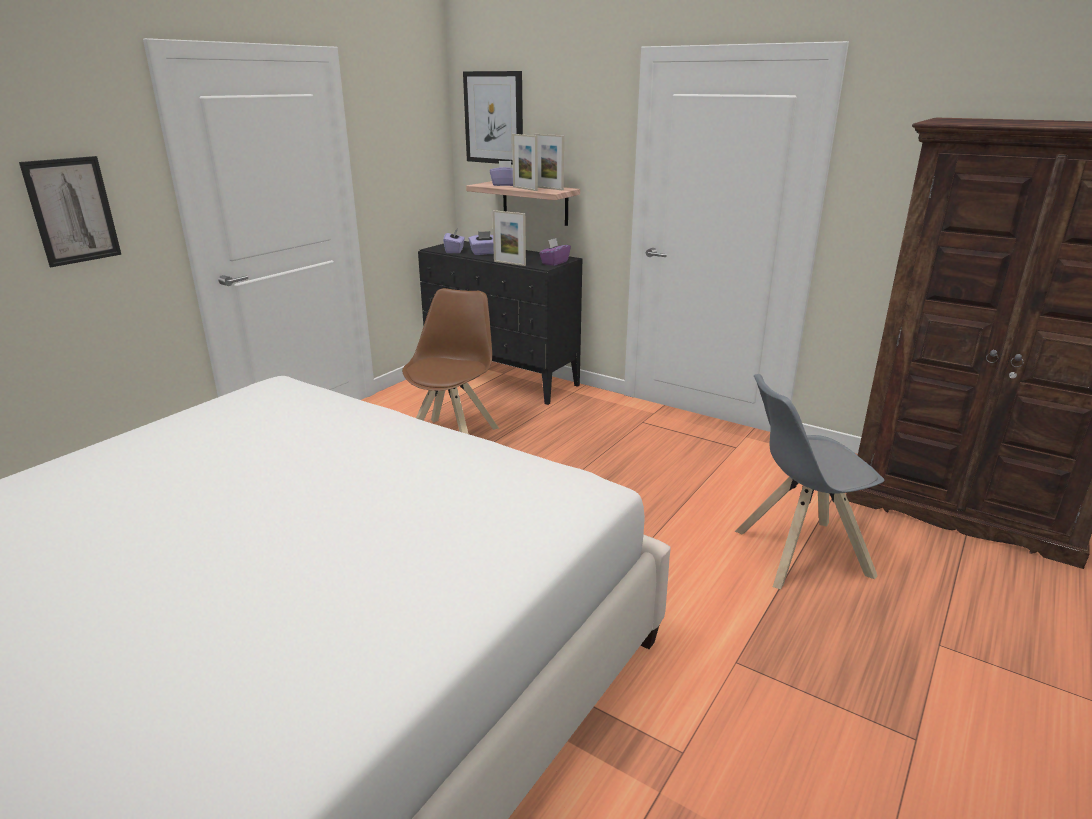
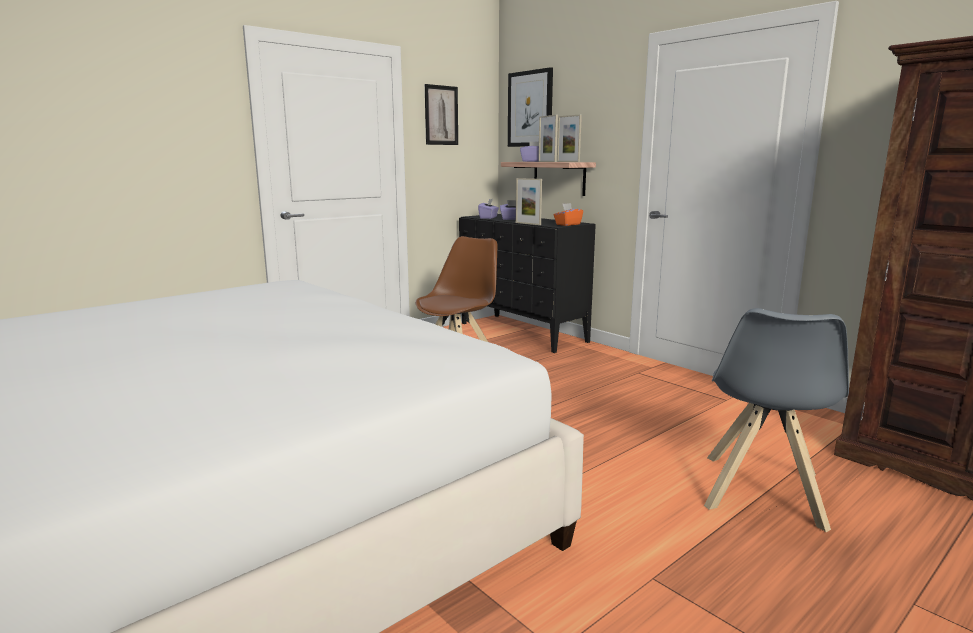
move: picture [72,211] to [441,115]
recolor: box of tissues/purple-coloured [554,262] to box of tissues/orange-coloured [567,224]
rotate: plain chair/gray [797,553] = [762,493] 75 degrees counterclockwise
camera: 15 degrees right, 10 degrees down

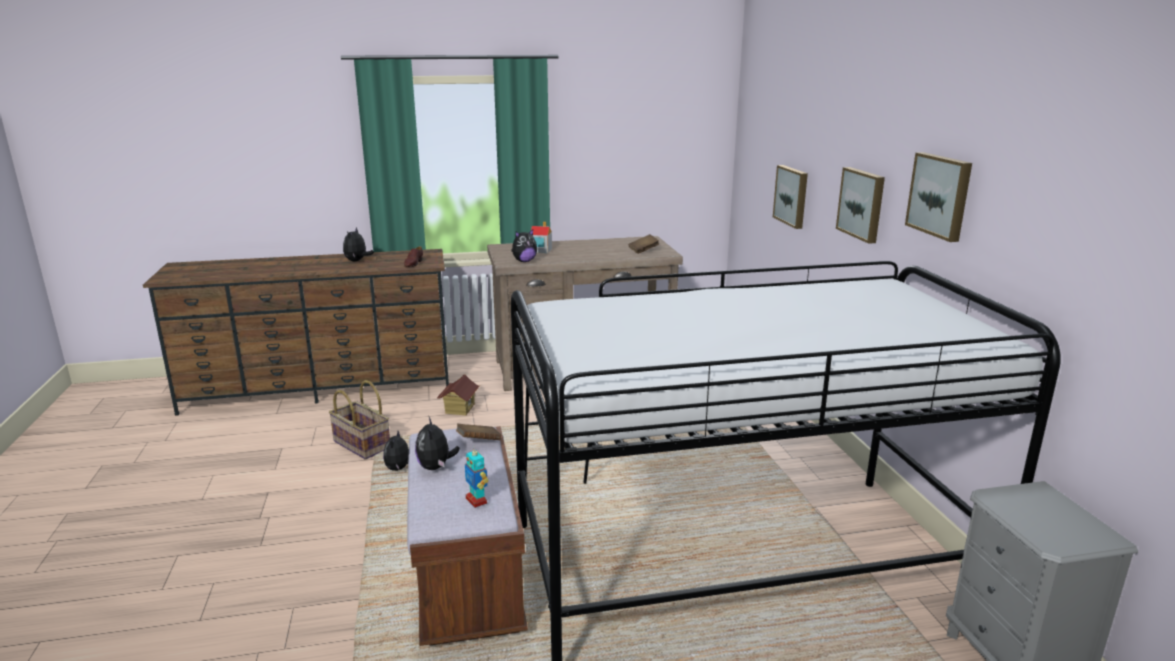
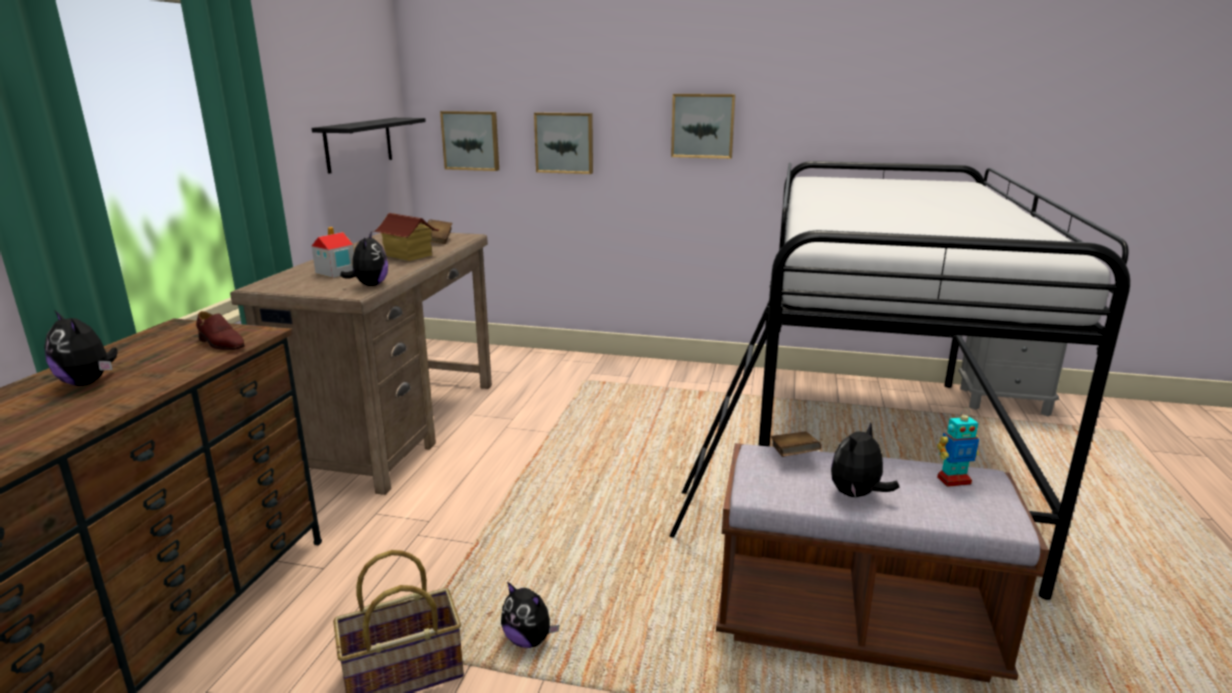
insert: wall shelf/black-coloured [359,144]
move: miniature house [459,408] to [408,256]; picture [940,195] to [471,140]
rotate: cuddly toy [436,467] = [857,495] 120 degrees clockwise
camera: 65 degrees left, 0 degrees up

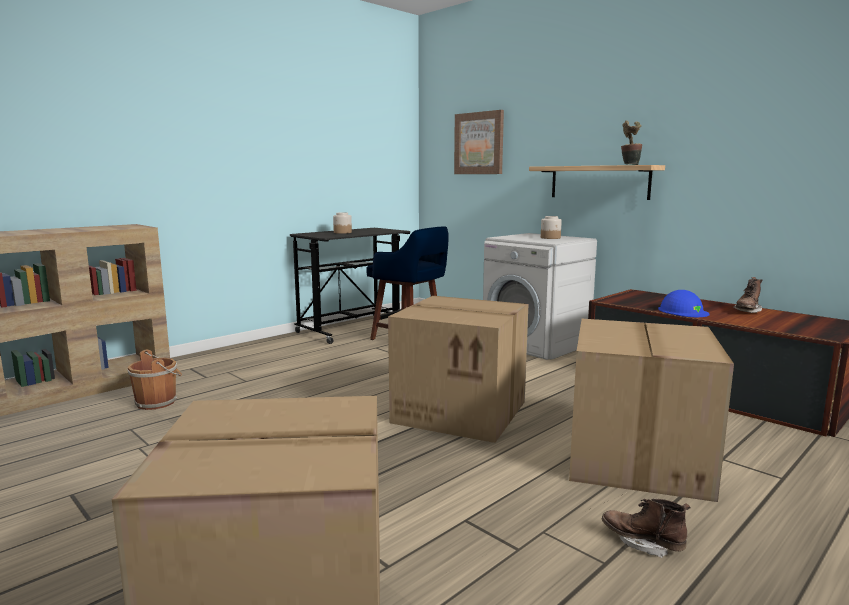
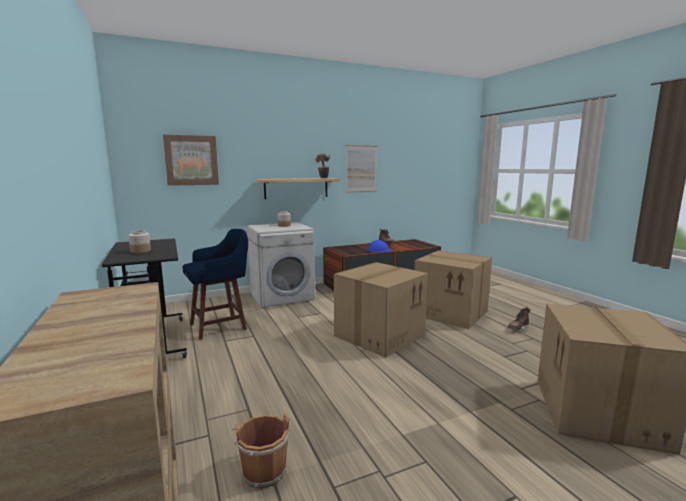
insert: picture [361,169]
camera: 70 degrees left, 0 degrees up

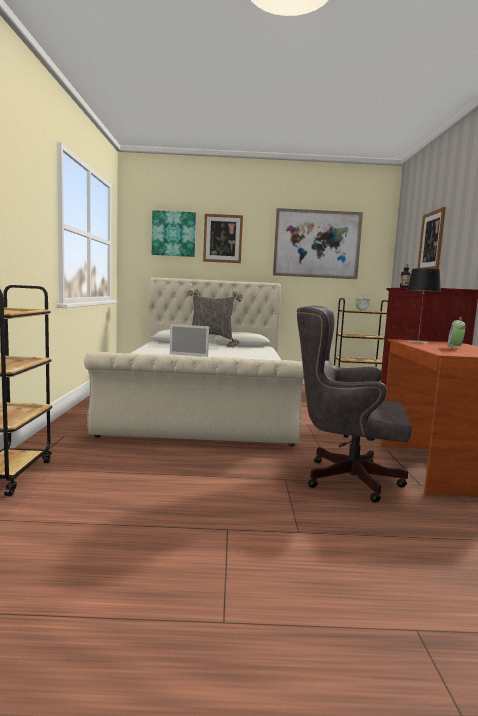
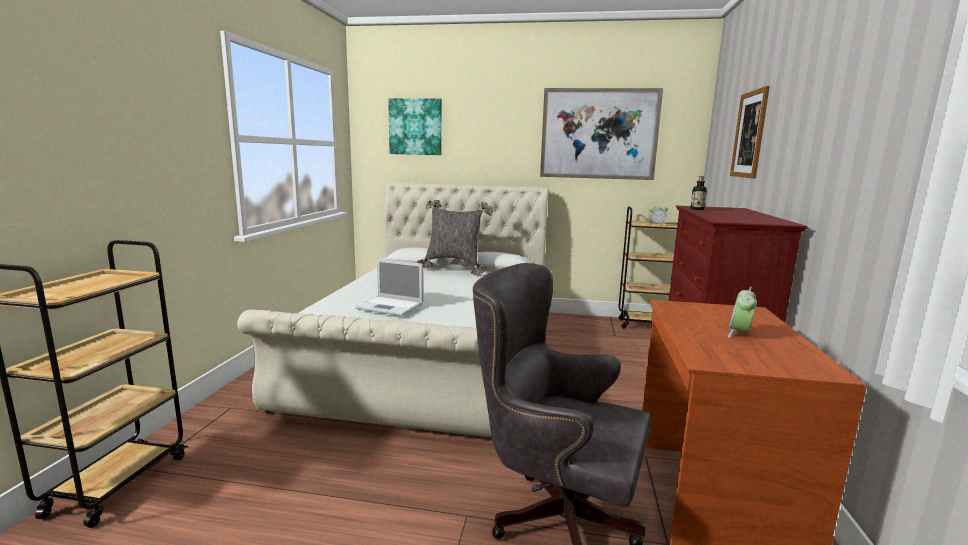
delete: picture [222,238]; table lamp [418,342]
camera: 10 degrees right, 5 degrees up

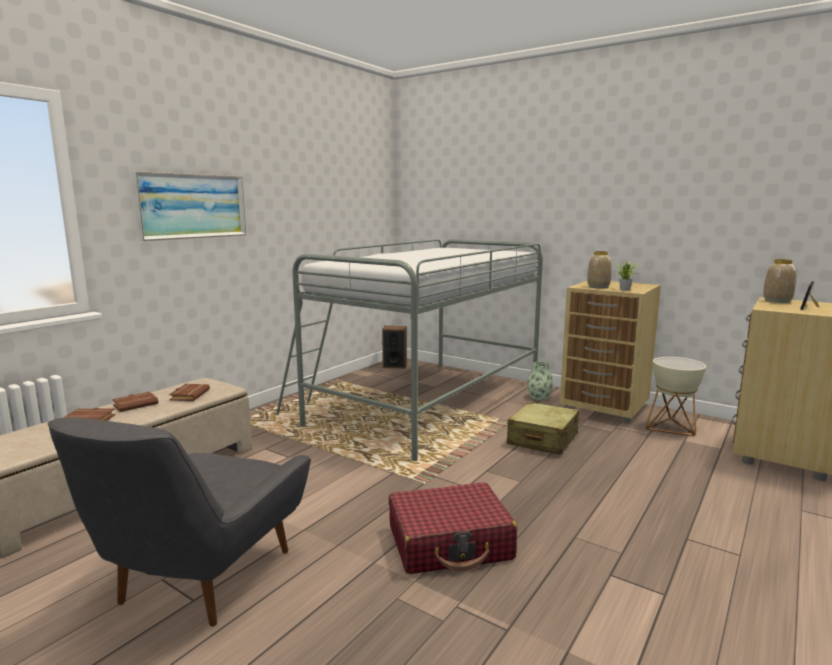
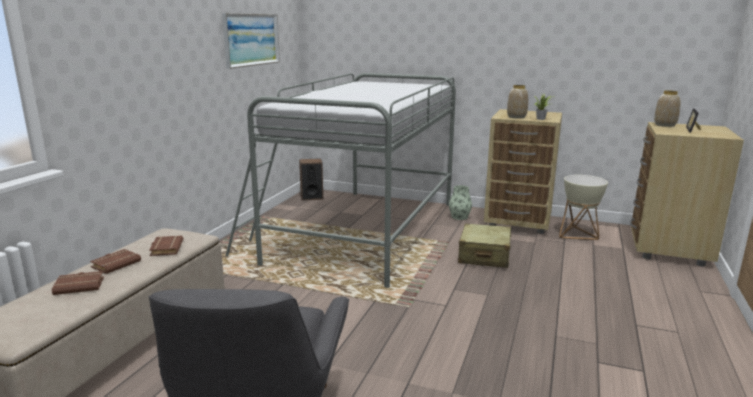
delete: travel case/red [450,543]
move: picture [193,206] to [251,39]
camera: 15 degrees left, 5 degrees up

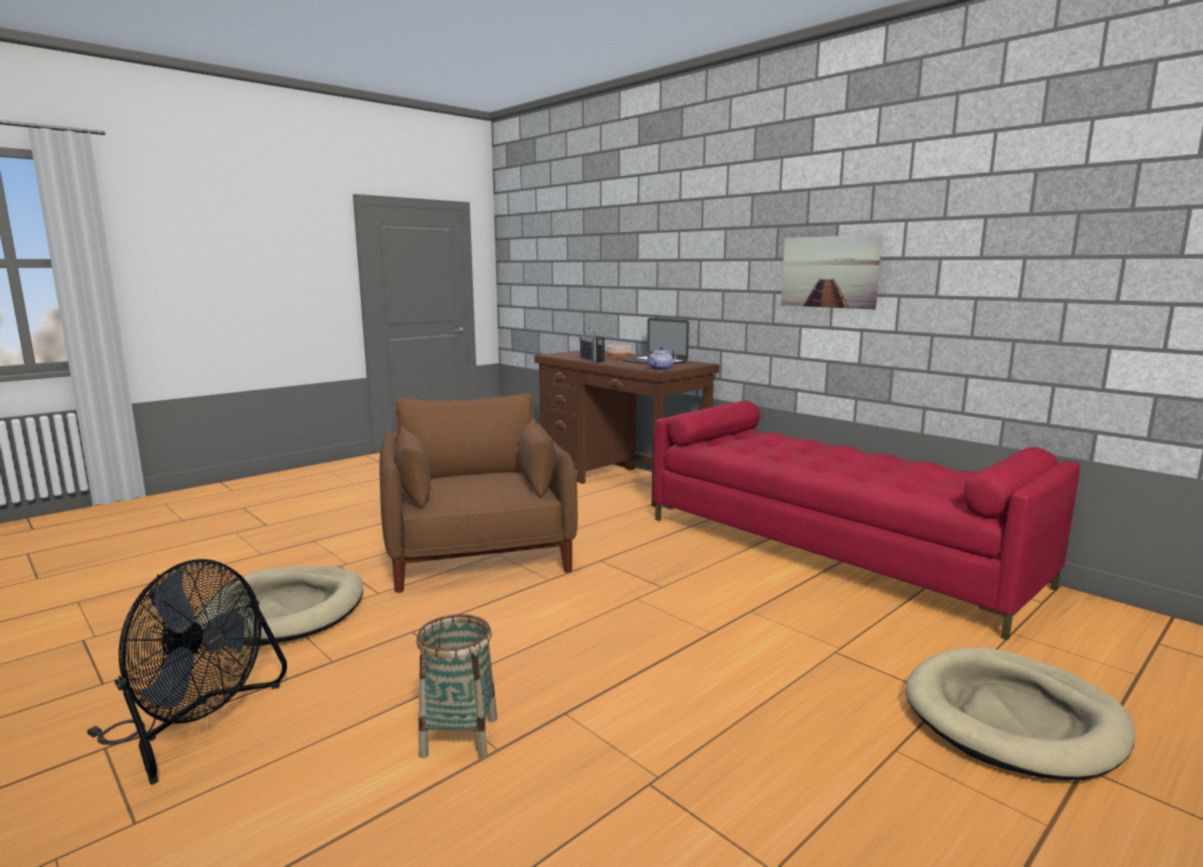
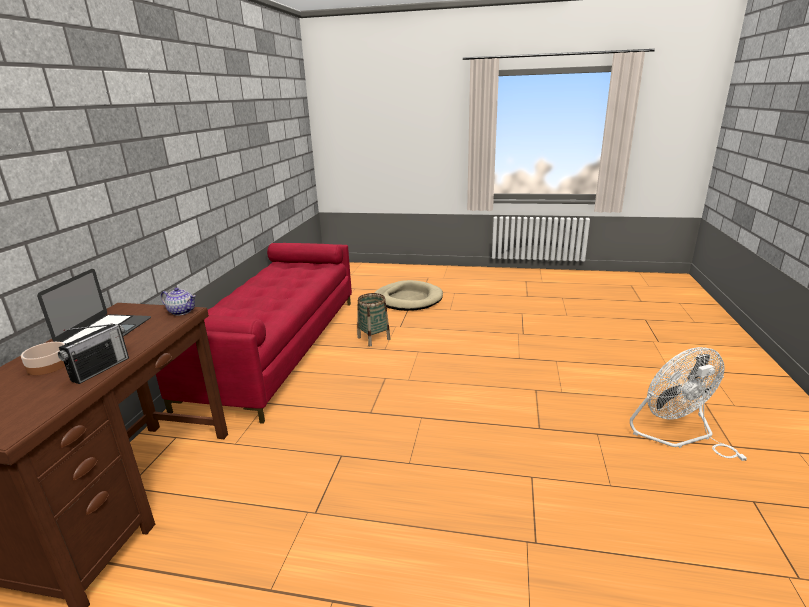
delete: dog cushion/beige-coloured [286,610]; easy chair/brownish [477,551]; picture [829,272]
move: basket [459,736] to [373,338]
recolor: fan/black-coloured [191,727] to fan/white-coloured [685,434]
camera: 125 degrees left, 10 degrees up

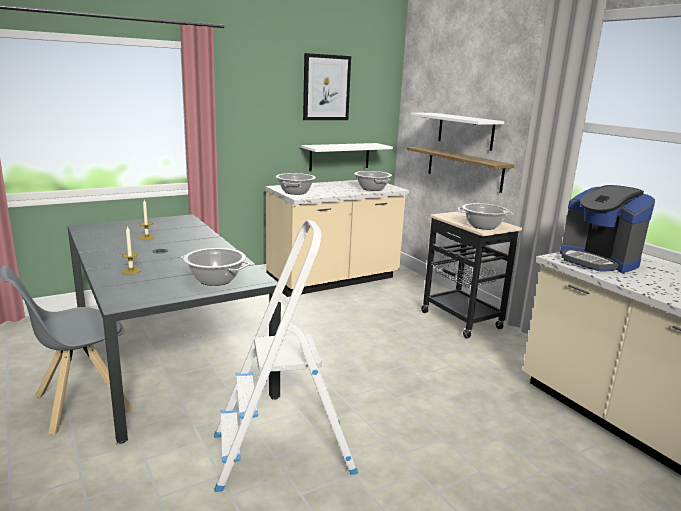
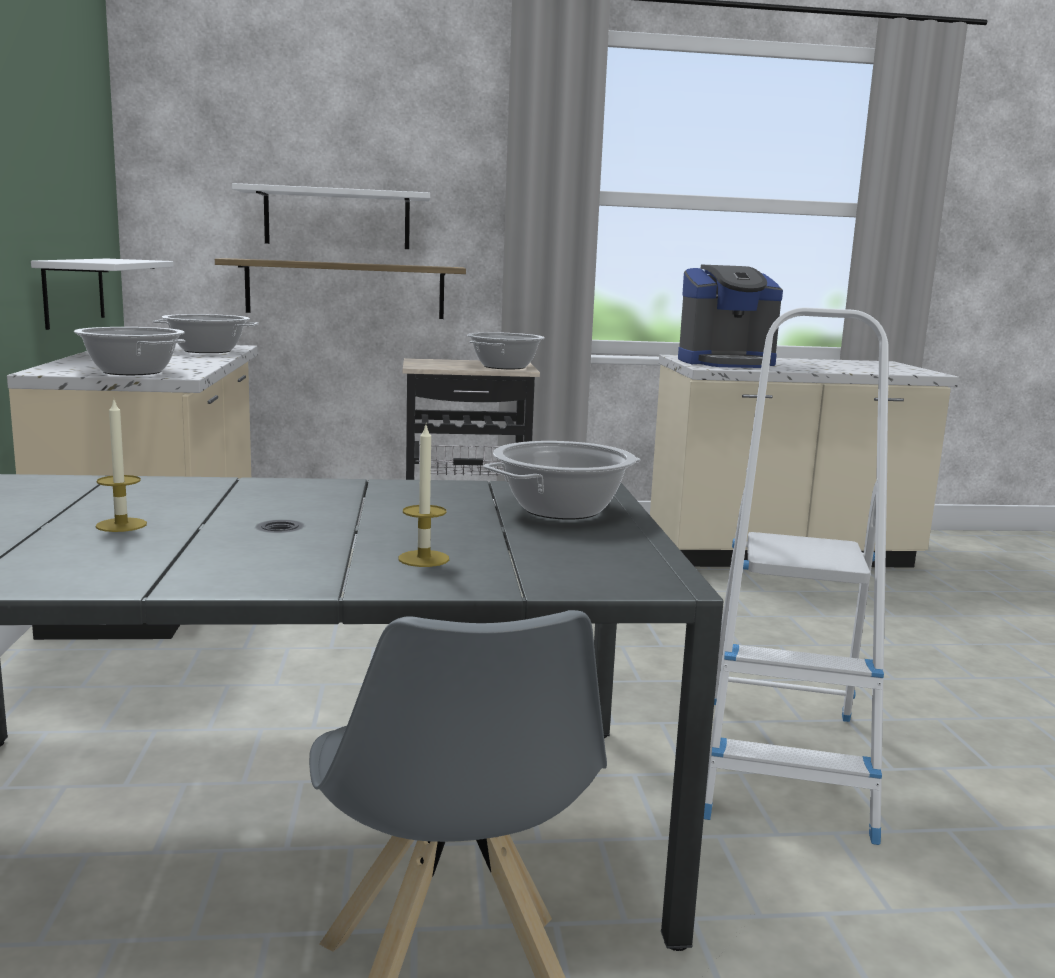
delete: picture [326,87]
camera: 65 degrees left, 5 degrees down

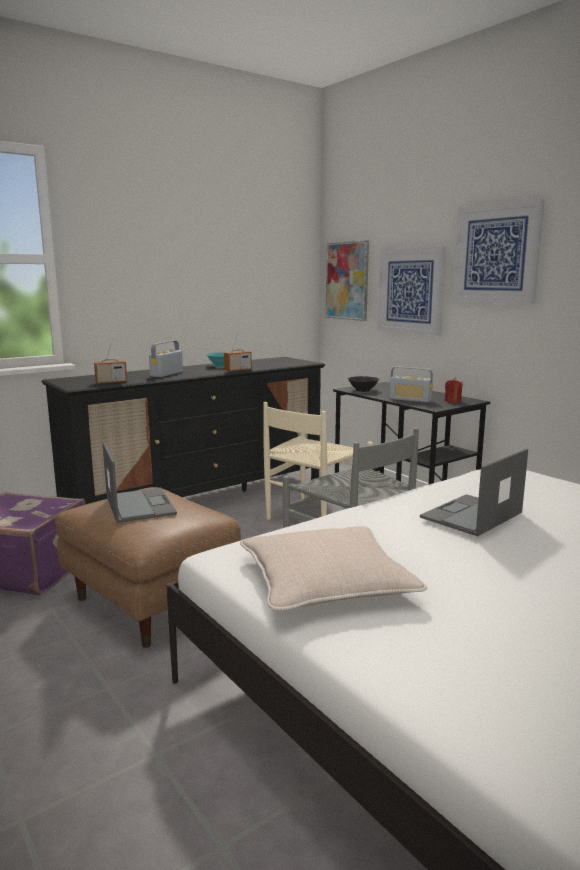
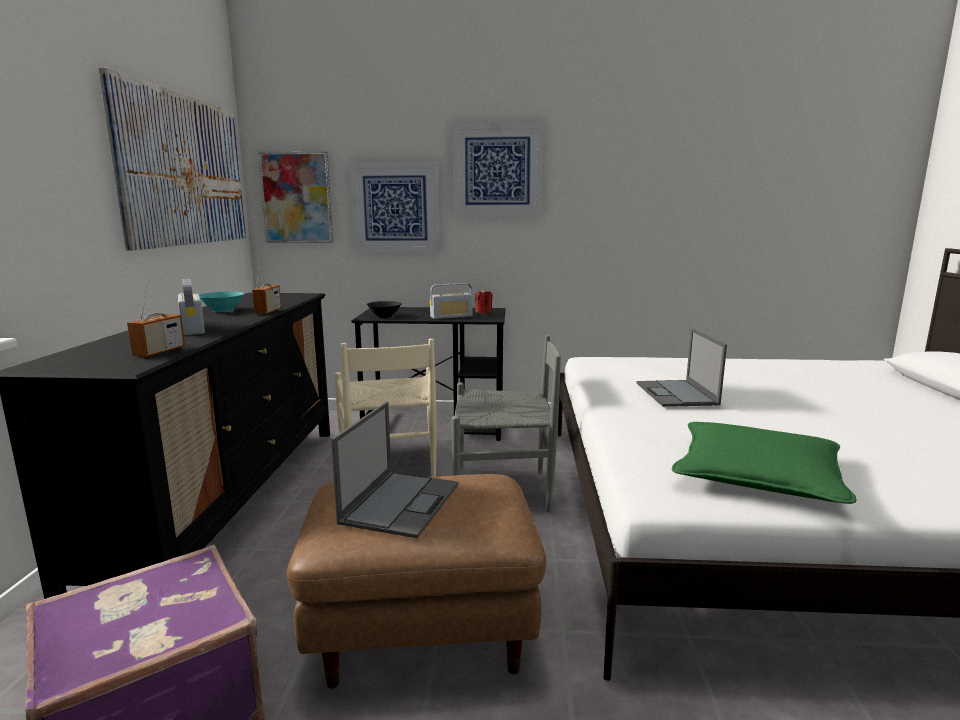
insert: picture [184,170]
recolor: throw pillow/beige-coloured [326,580] to throw pillow/green [757,474]
rotate: portable computer [139,505] = [401,502] 90 degrees clockwise
camera: 50 degrees left, 0 degrees up

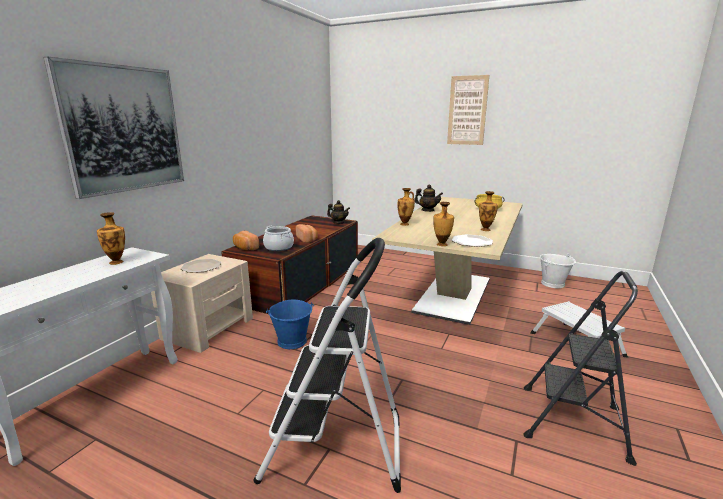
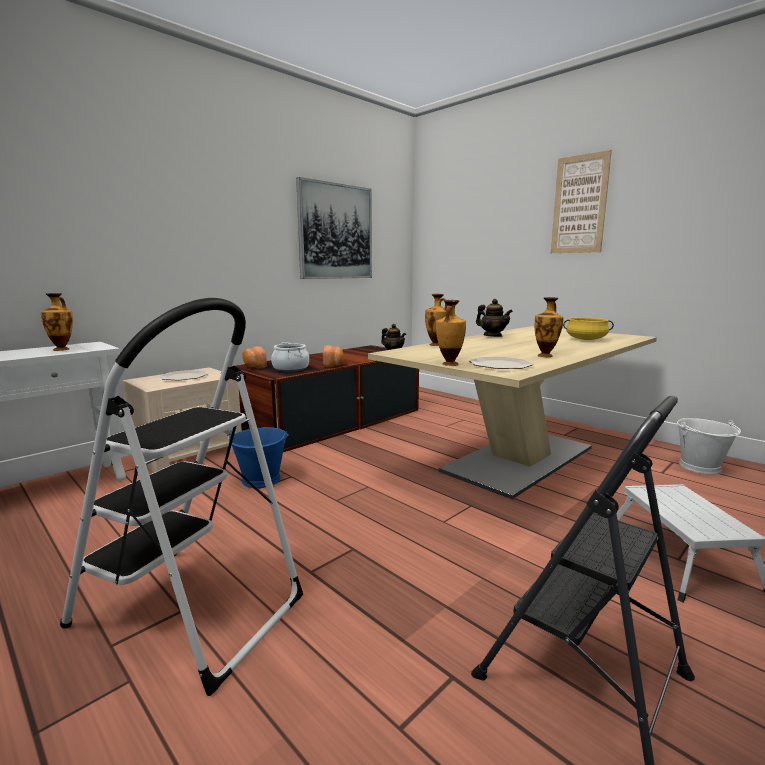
move: picture [123,129] to [335,232]
camera: 20 degrees right, 5 degrees down

